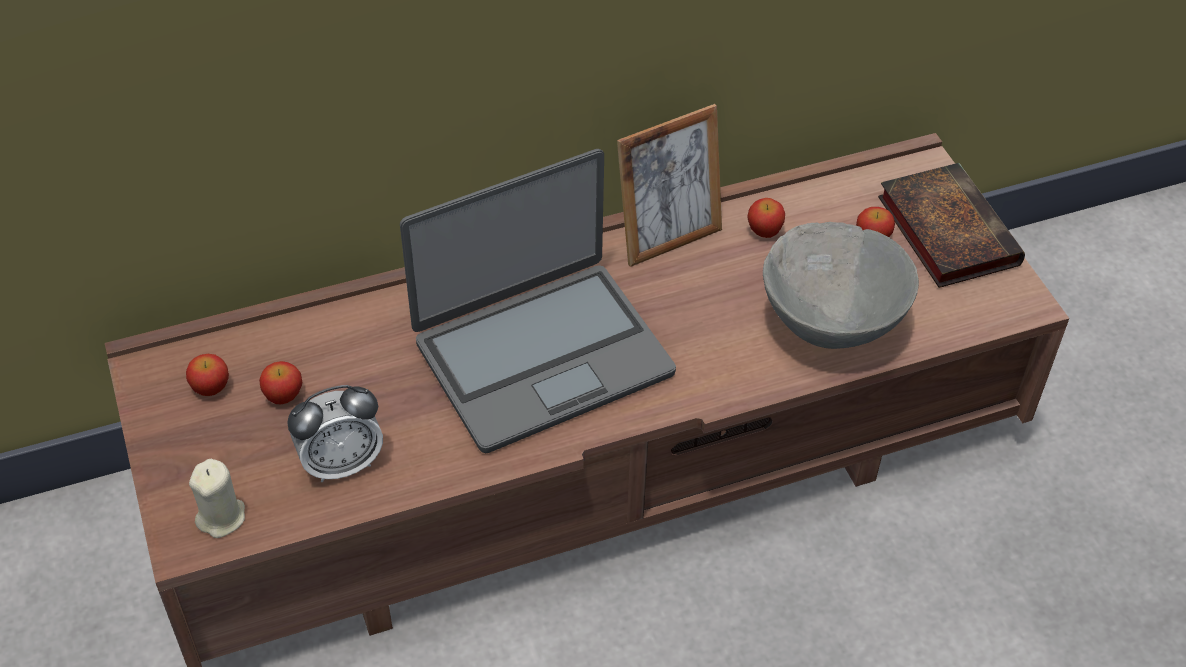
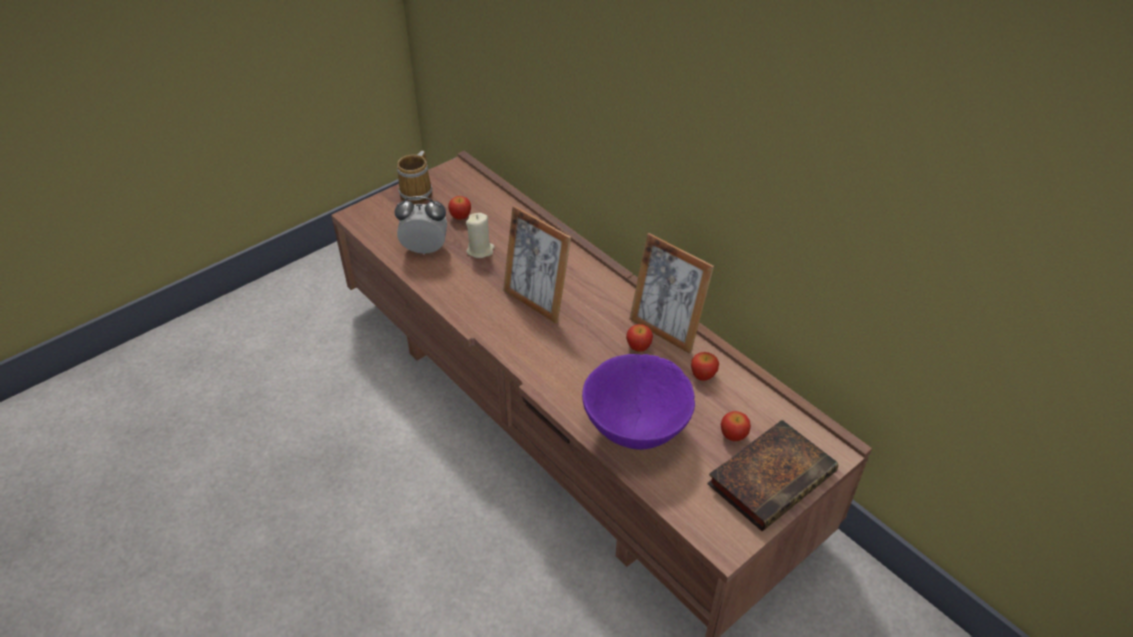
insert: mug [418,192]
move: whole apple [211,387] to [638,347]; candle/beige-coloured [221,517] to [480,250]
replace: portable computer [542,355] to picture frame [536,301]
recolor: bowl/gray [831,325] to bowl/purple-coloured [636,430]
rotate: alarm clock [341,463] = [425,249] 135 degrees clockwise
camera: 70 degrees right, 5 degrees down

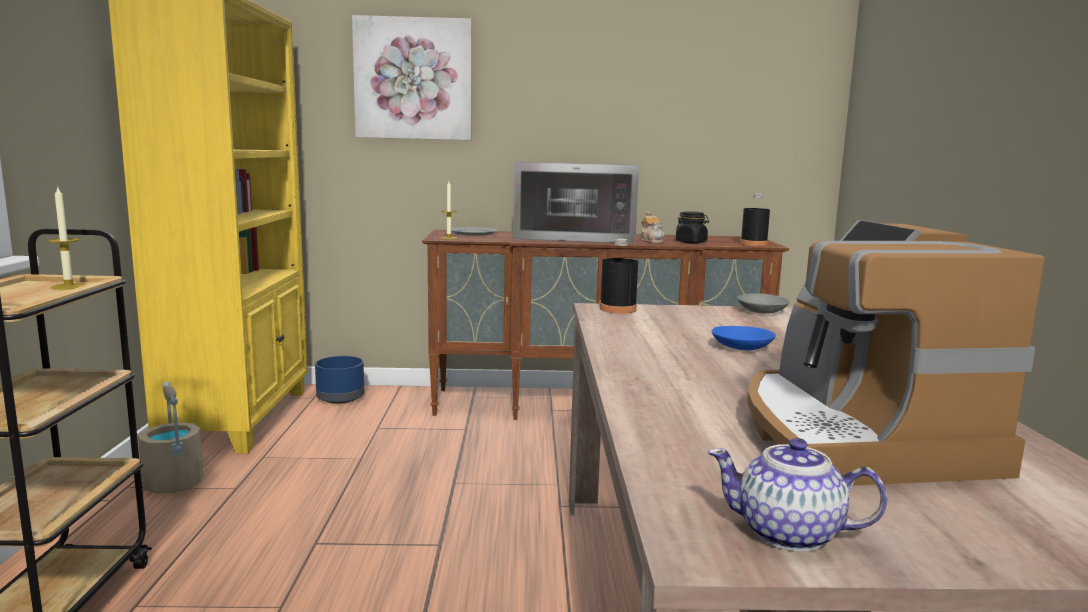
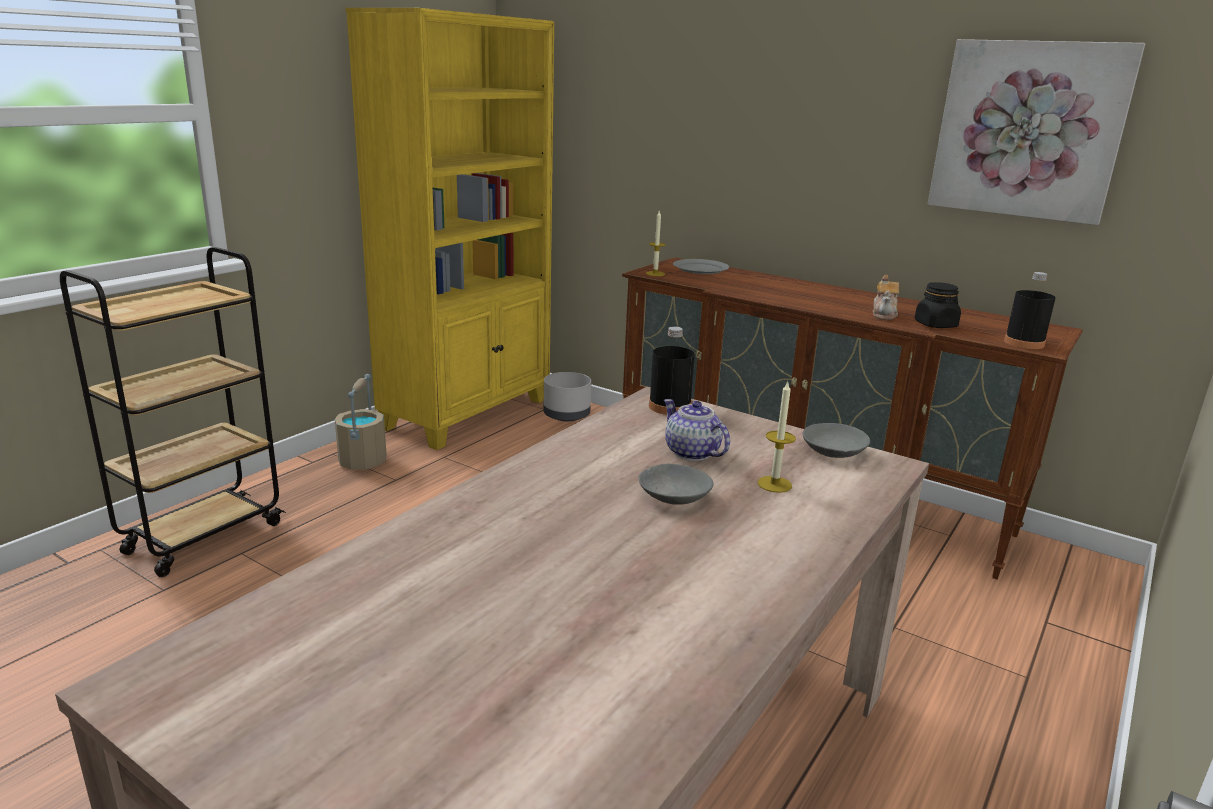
delete: microwave [576,237]; coffee maker [854,437]
move: candle [69,286] to [774,484]; picture [413,79] to [1028,130]; tea pot [790,534] to [692,453]
recolor: plant pot/blue [340,398] to plant pot/gray [567,415]; bowl/blue [741,347] to bowl/gray [674,496]
camera: 35 degrees right, 10 degrees up

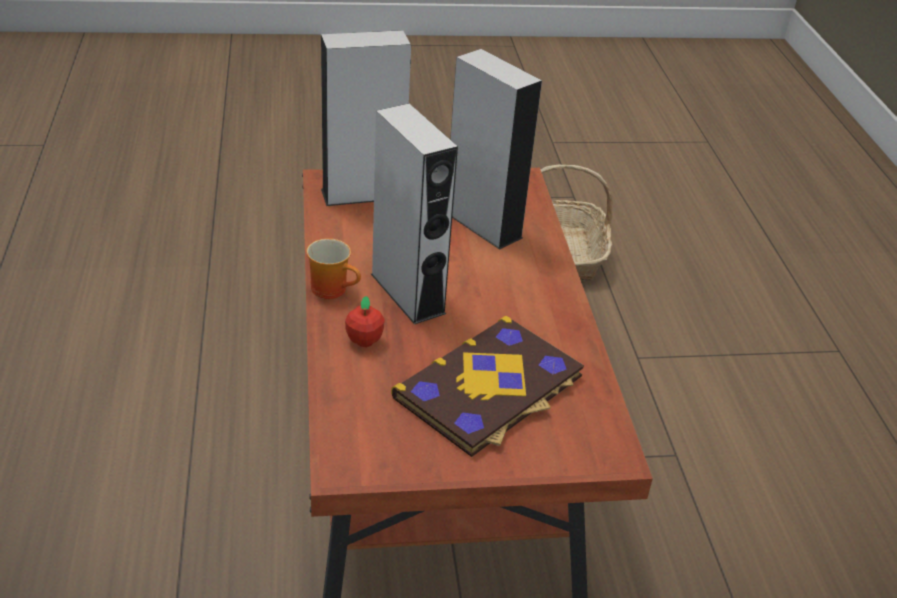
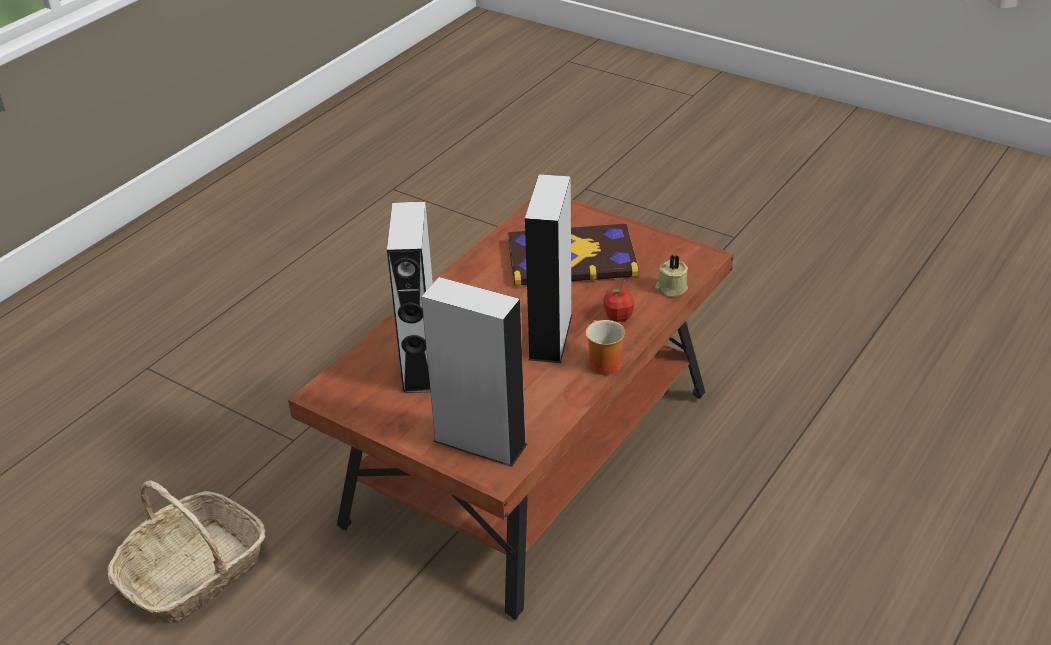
insert: candle/beige-coloured [671,288]
camera: 135 degrees left, 0 degrees up

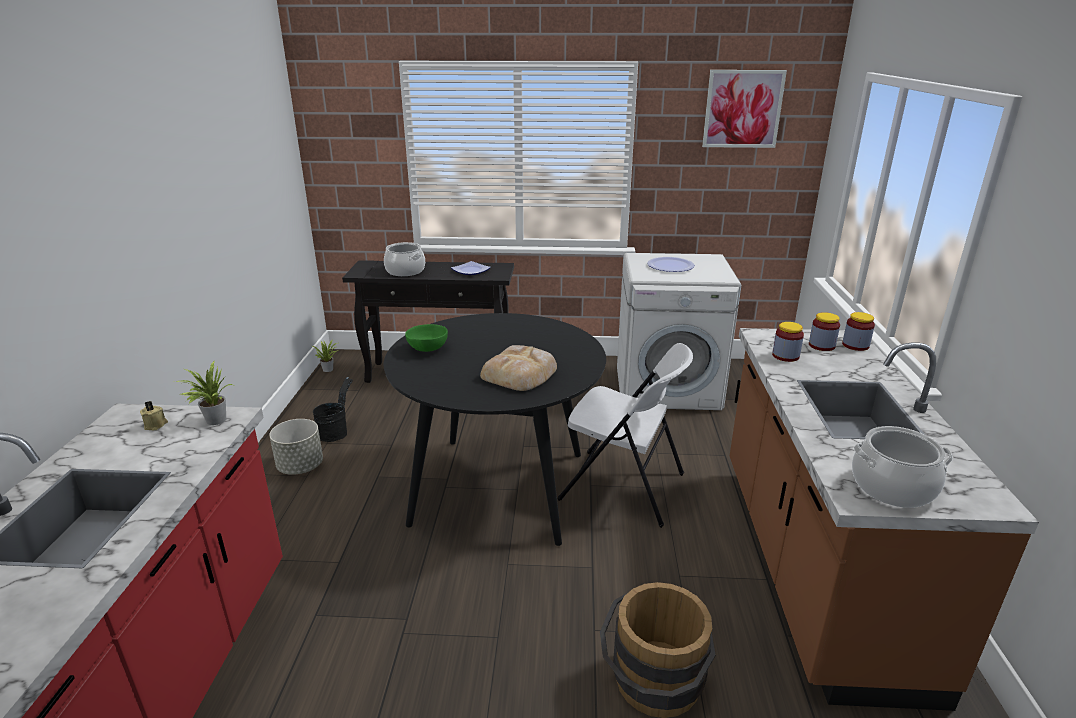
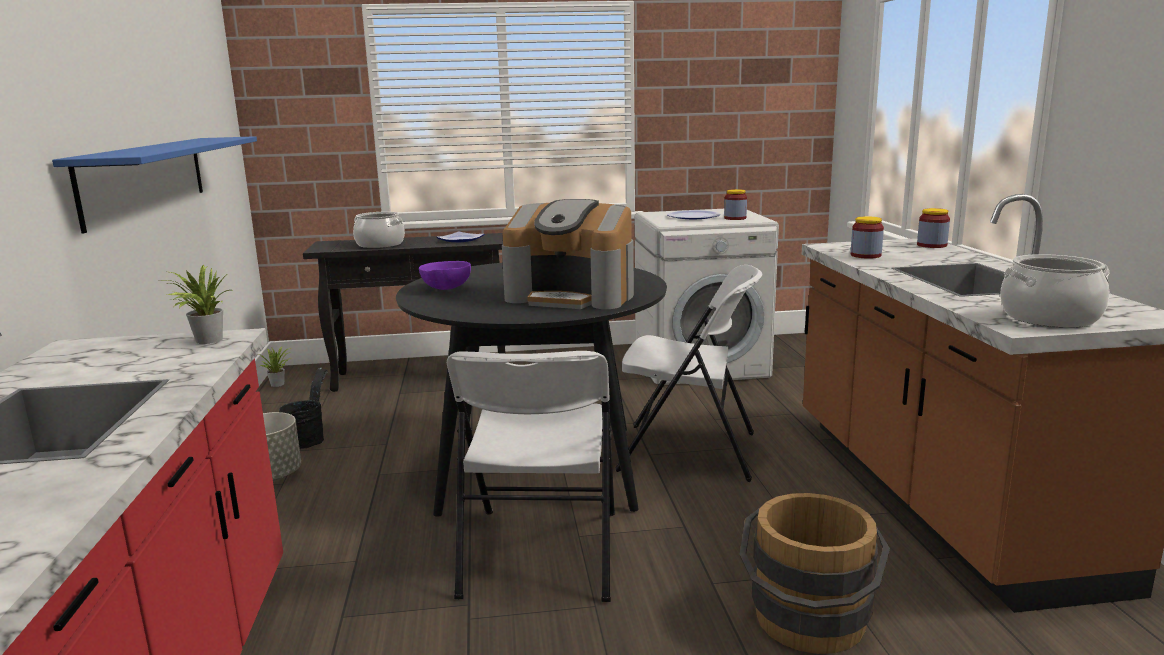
delete: candle/beige-coloured [156,425]; picture [742,109]
insert: wall shelf/blue [146,178]; plain chair/white-coloured [540,553]
move: storage jar [821,346] to [735,218]
replace: bakery bread [520,374] to coffee maker [572,296]
recolor: bowl/green [426,349] to bowl/purple-coloured [445,289]
camera: 10 degrees left, 10 degrees down

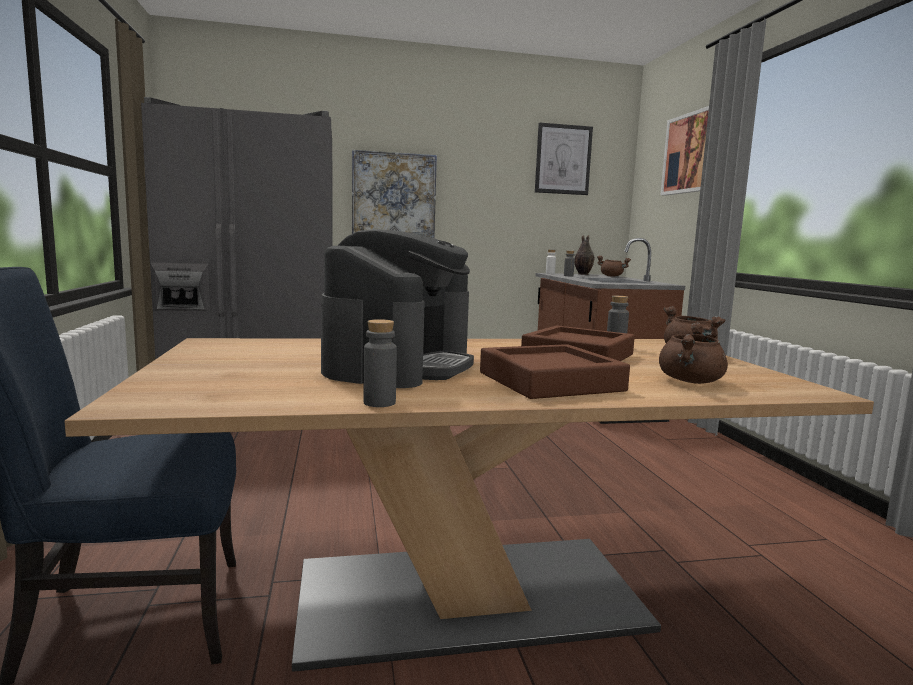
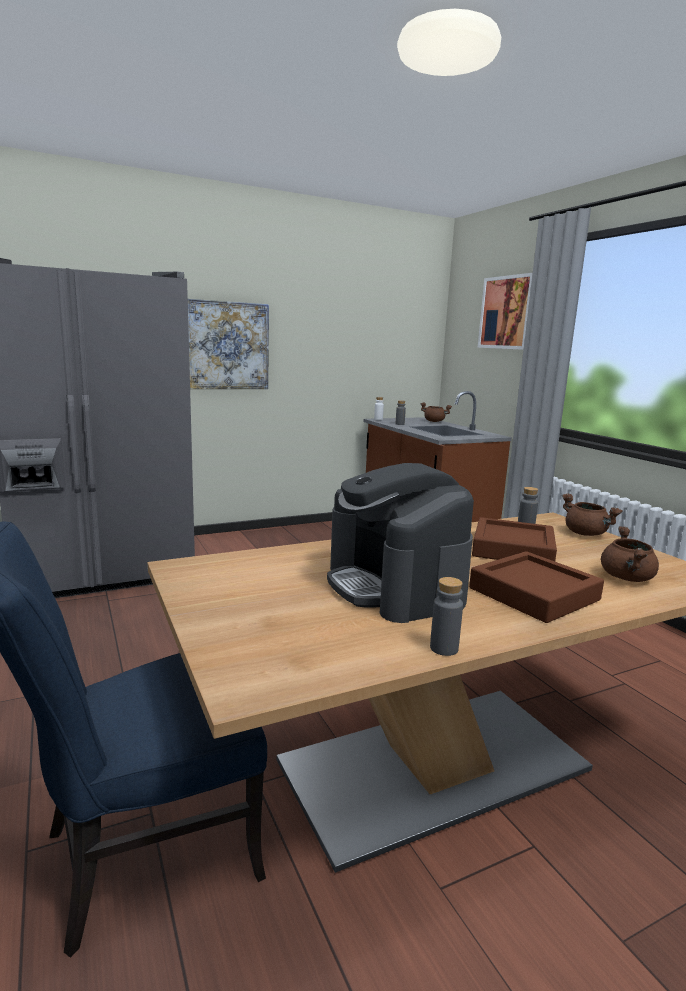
delete: picture [563,159]; flower vase [582,274]
rotate: coffee maker [399,366] = [395,586] 150 degrees clockwise
camera: 15 degrees left, 5 degrees up

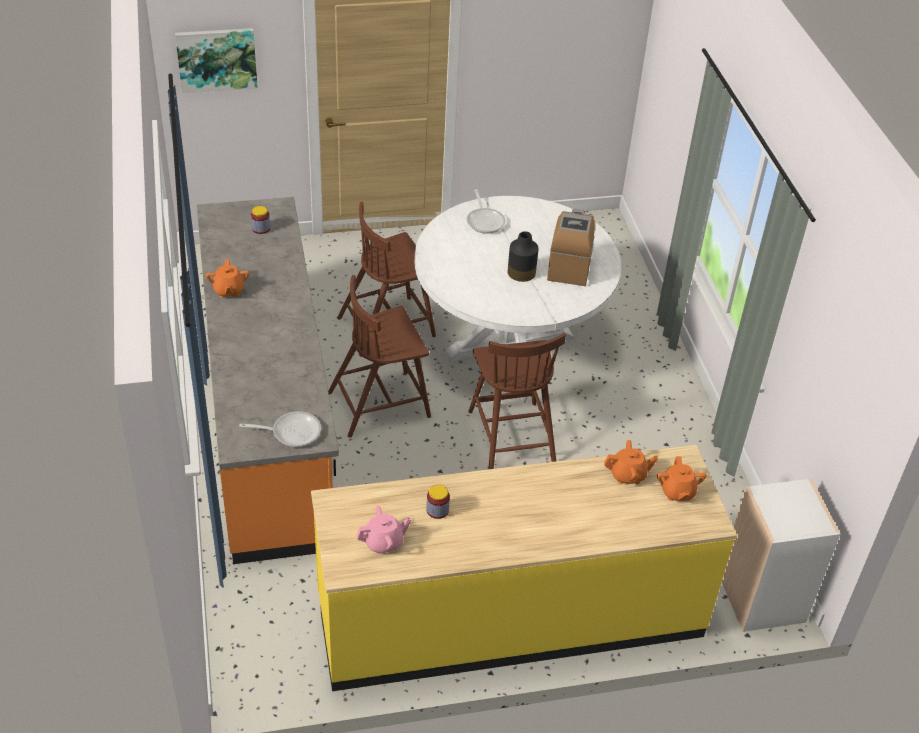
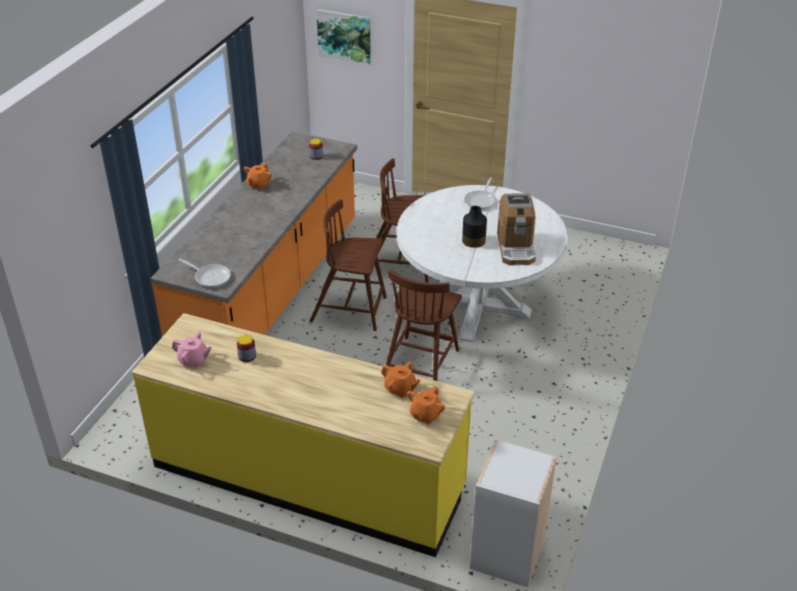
rotate: coffee maker [570,264] = [516,247] 135 degrees clockwise
camera: 35 degrees right, 5 degrees down

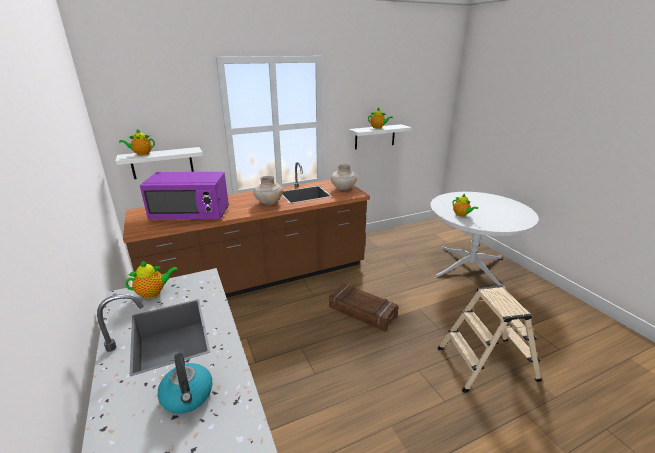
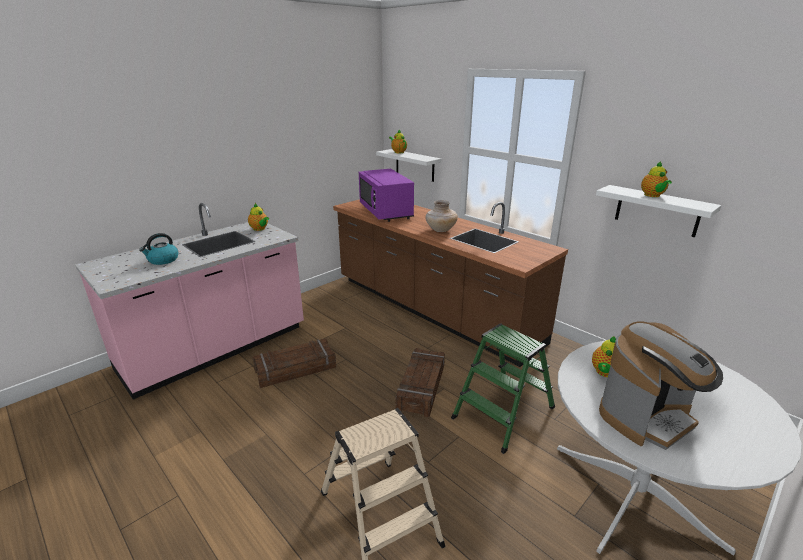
delete: flower vase/beige-coloured [343,188]
insert: shipping crate [295,369]; step ladder/green [504,412]; coffee maker [647,417]
camera: 70 degrees right, 0 degrees up

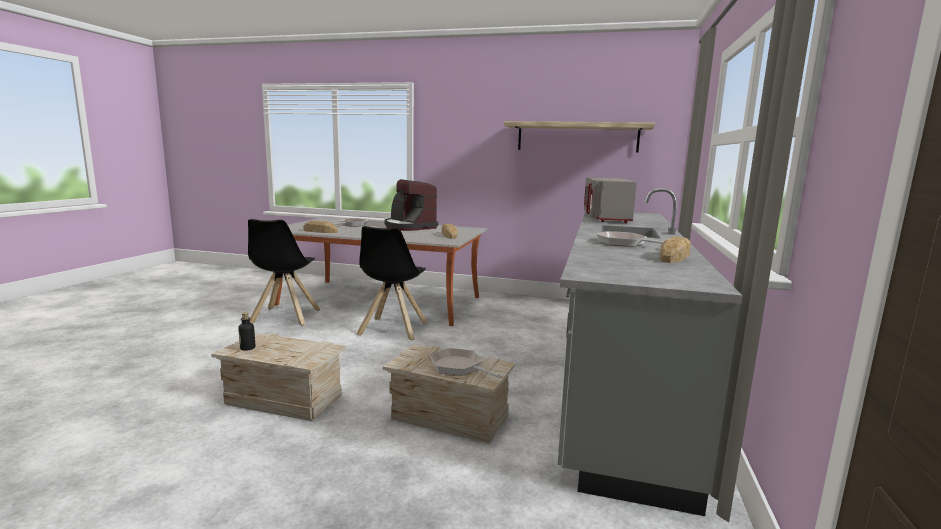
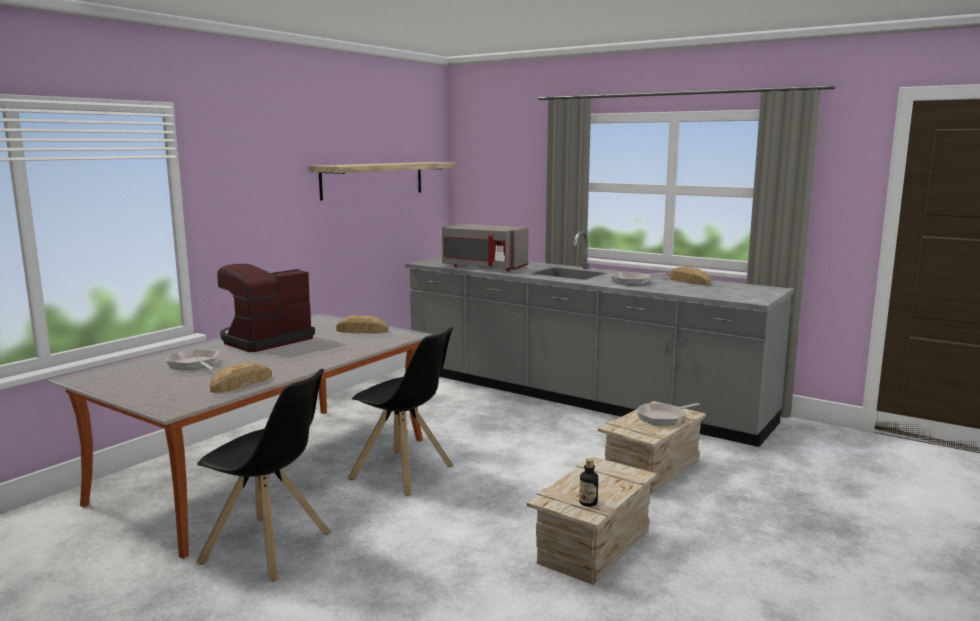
rotate: coffee maker [409,227] = [265,340] 150 degrees clockwise
camera: 70 degrees left, 0 degrees up

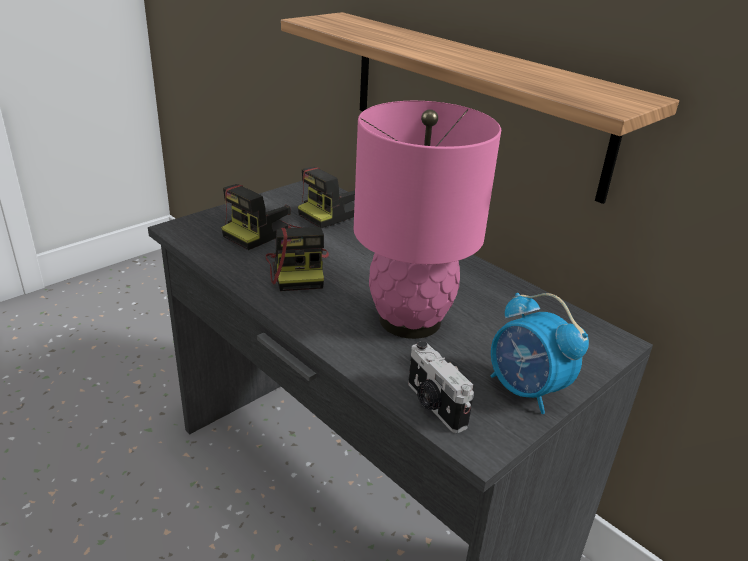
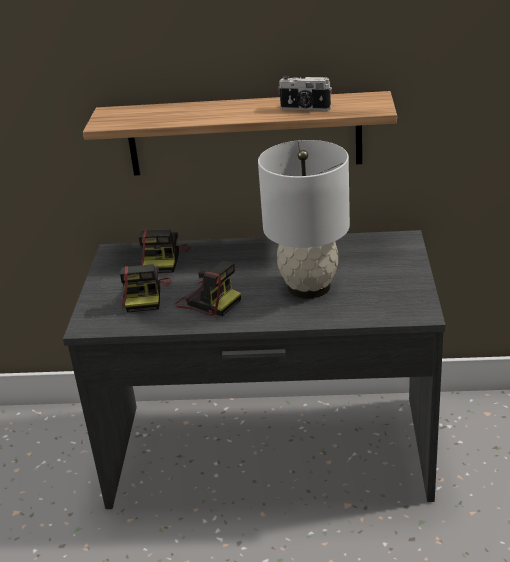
delete: alarm clock [526,390]
move: still camera [434,405] to [305,108]
recolor: table lamp/pinkish [410,320] to table lamp/white-coloured [309,286]
camera: 40 degrees left, 0 degrees up

